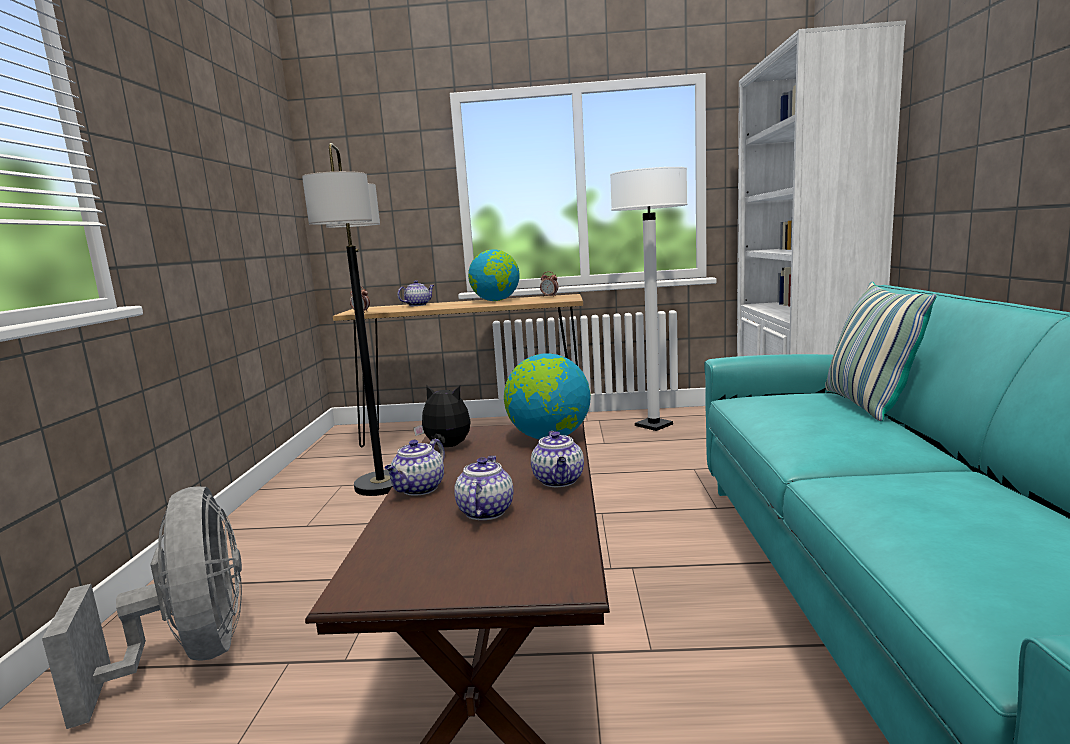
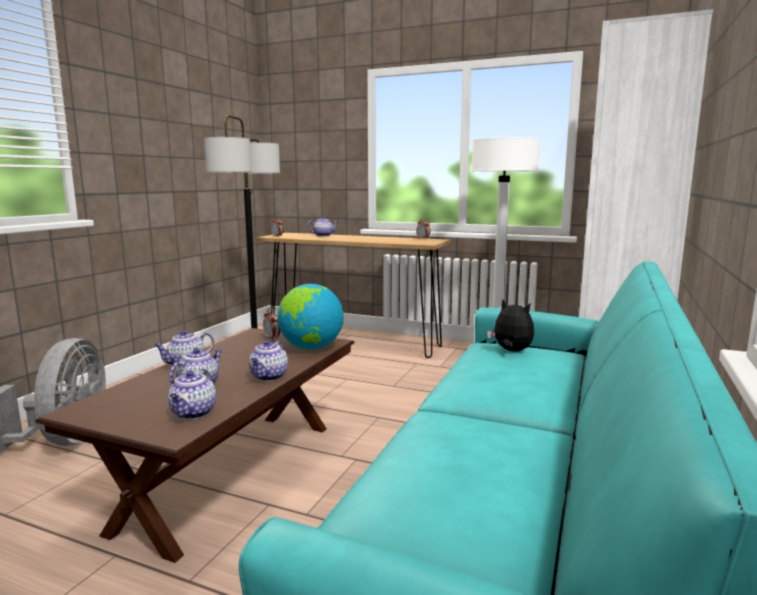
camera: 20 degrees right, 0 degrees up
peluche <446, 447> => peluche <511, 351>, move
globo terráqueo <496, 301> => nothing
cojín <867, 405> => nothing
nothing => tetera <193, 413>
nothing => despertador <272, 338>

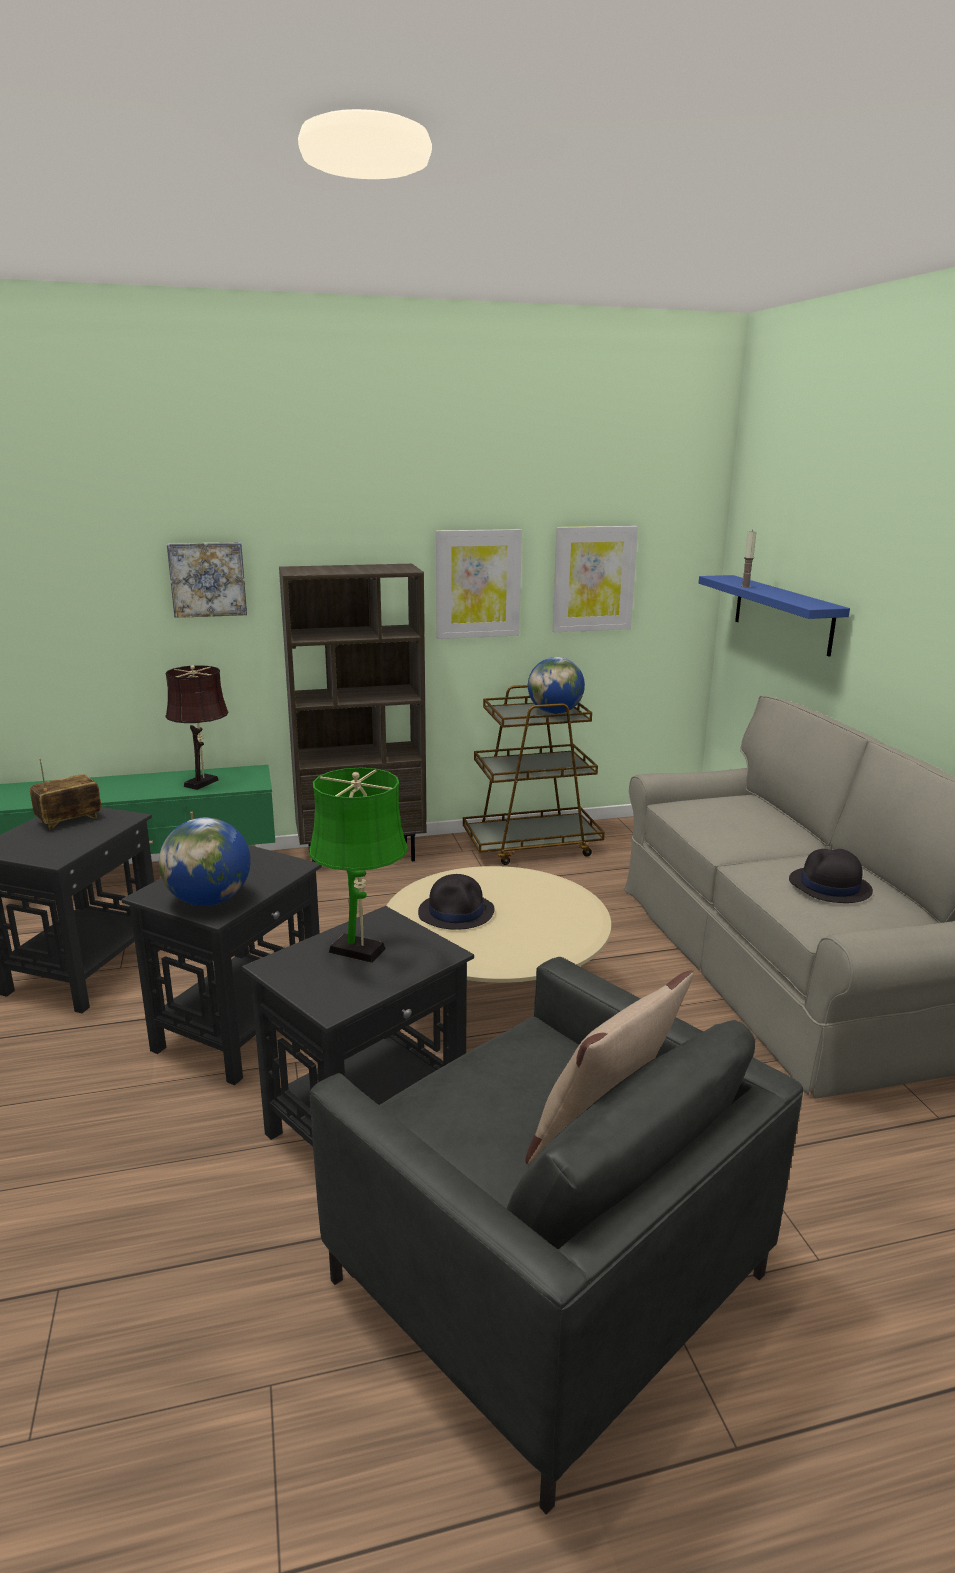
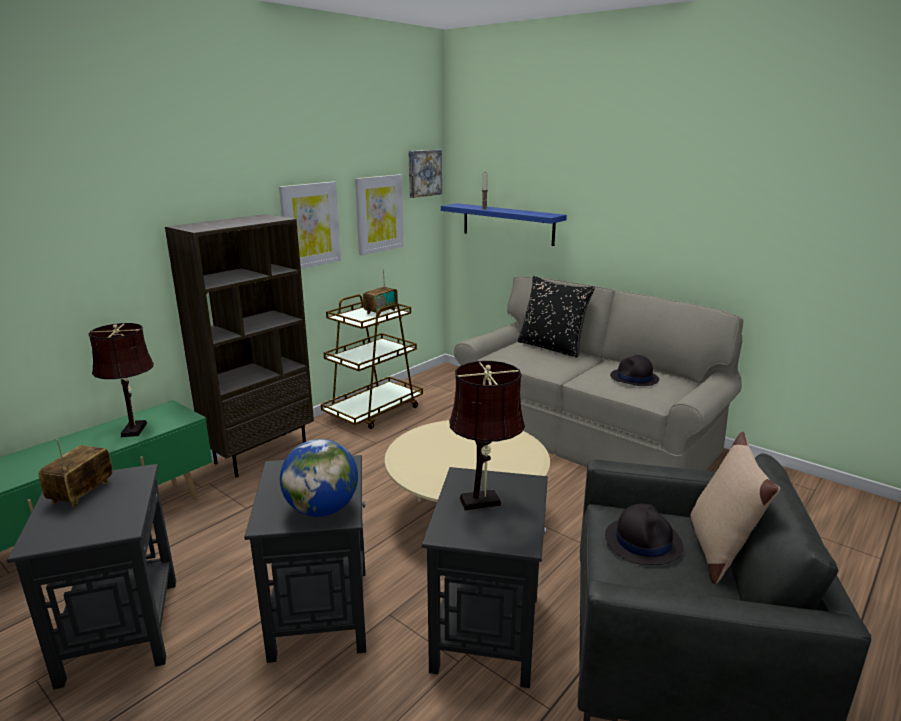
camera: 35 degrees left, 0 degrees up
cuadro <207, 579> => cuadro <423, 173>, move
lámpara de mesa/verde <362, 952> => lámpara de mesa/marrón <484, 501>
sombrero/negro <457, 912> => sombrero/negro <643, 541>, move
globo terráqueo <554, 712> => radio <380, 312>
nothing => cojín/negro <552, 347>

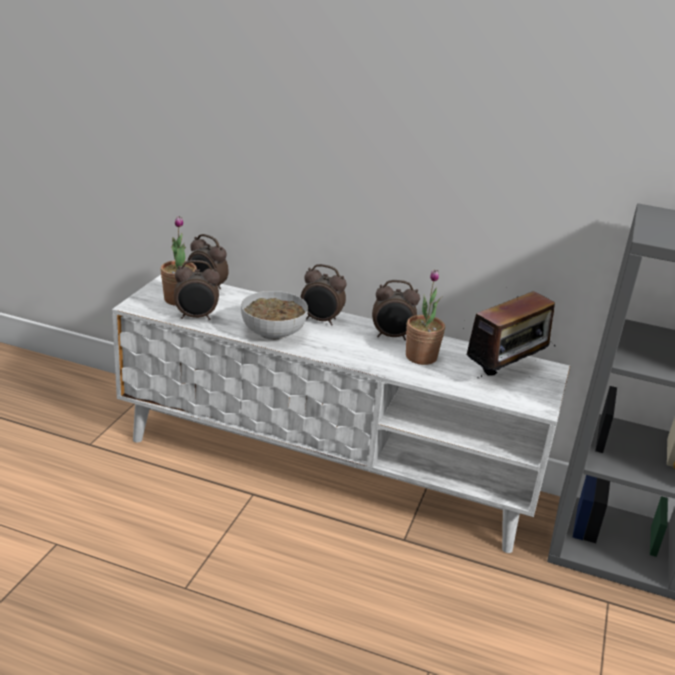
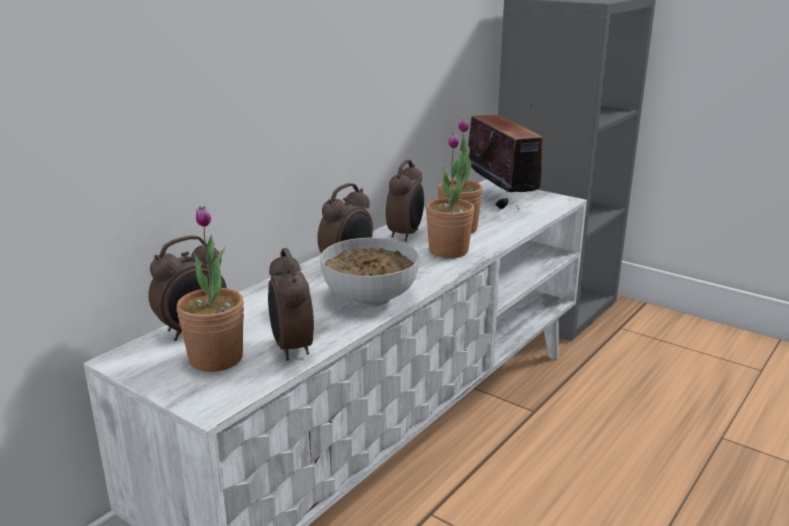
camera: 70 degrees left, 5 degrees down
despertador <196, 317> => despertador <291, 348>, 150 degrees clockwise
nothing => planta en maceta <448, 251>

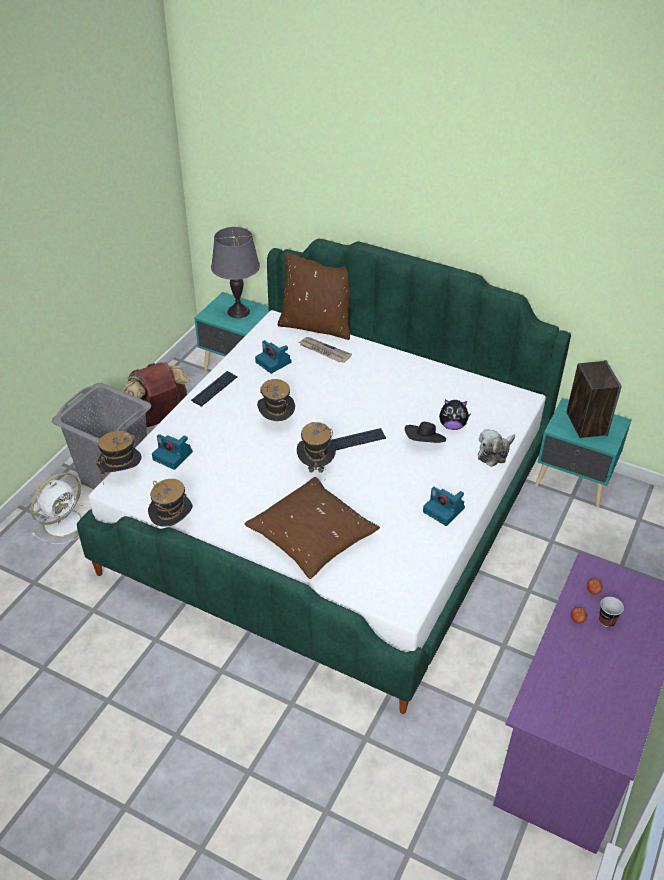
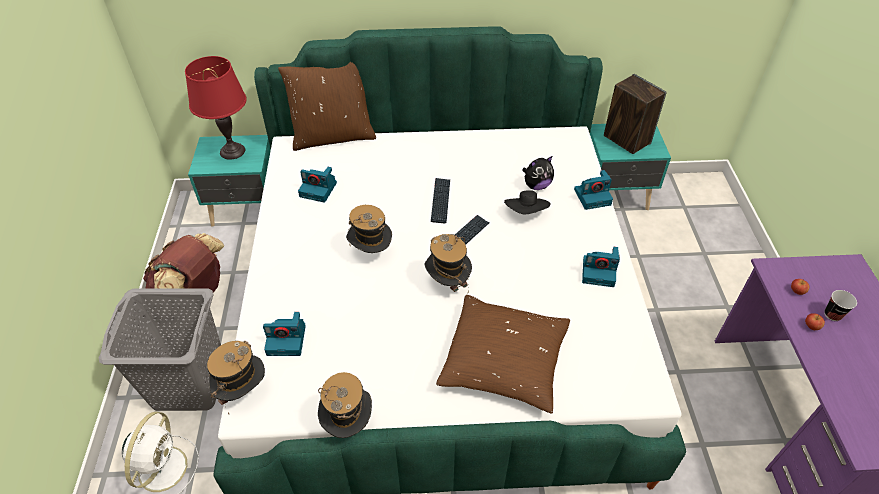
camera: 30 degrees left, 5 degrees up
teclado <215, 389> => teclado <440, 201>, move
lámpara de mesa/gris <238, 311> => lámpara de mesa/rojo <232, 151>
periódico <324, 351> => nothing
peluche <494, 453> => cámara <593, 196>

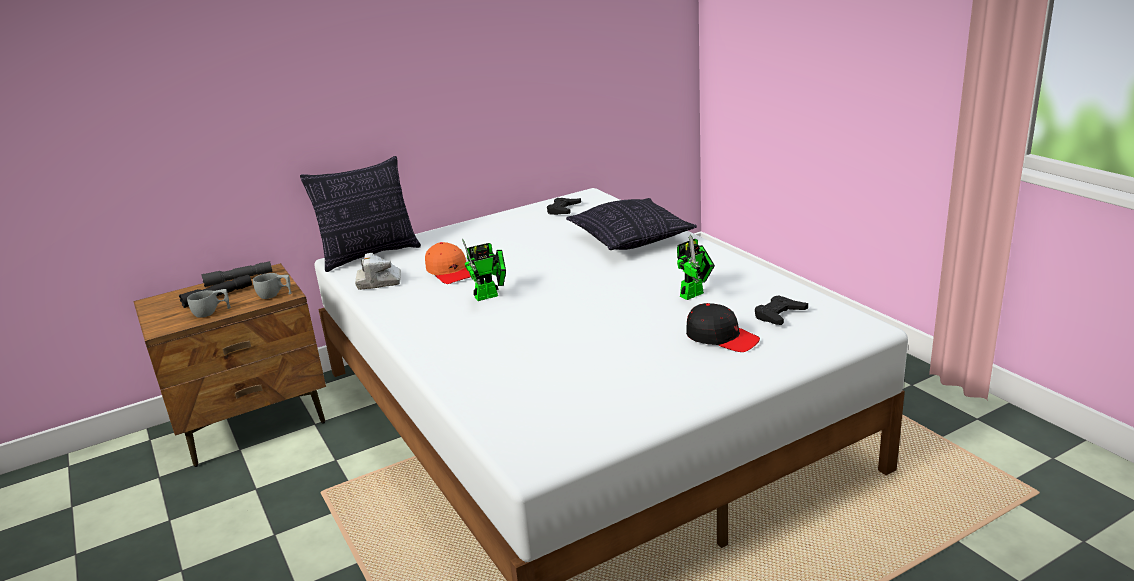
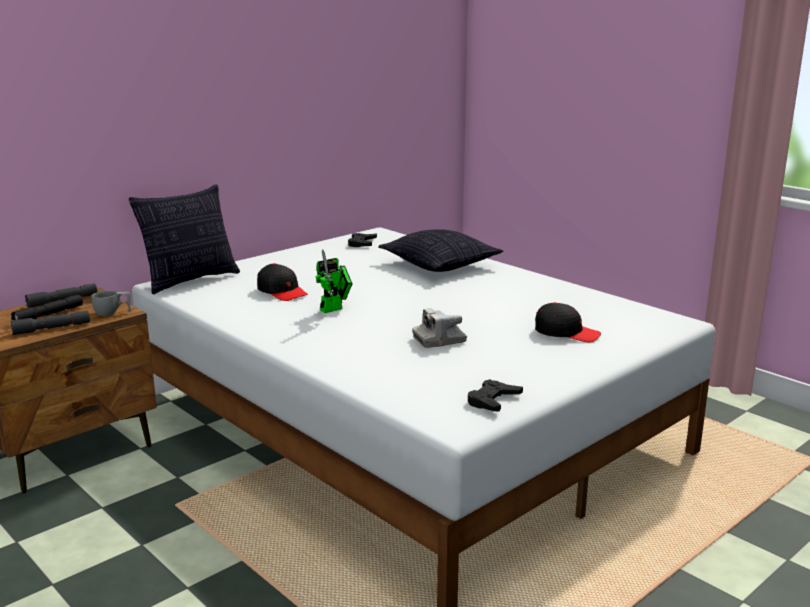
camera: 15 degrees left, 5 degrees down
taza/gris <211, 313> => linterna/gris <52, 328>
cámara <379, 282> => cámara <439, 340>, move
gorra/naranja <450, 272> => gorra/negro <282, 292>
robot de juguete <694, 293> => nothing
mando de consola/negro <779, 315> => mando de consola/negro <493, 401>, move

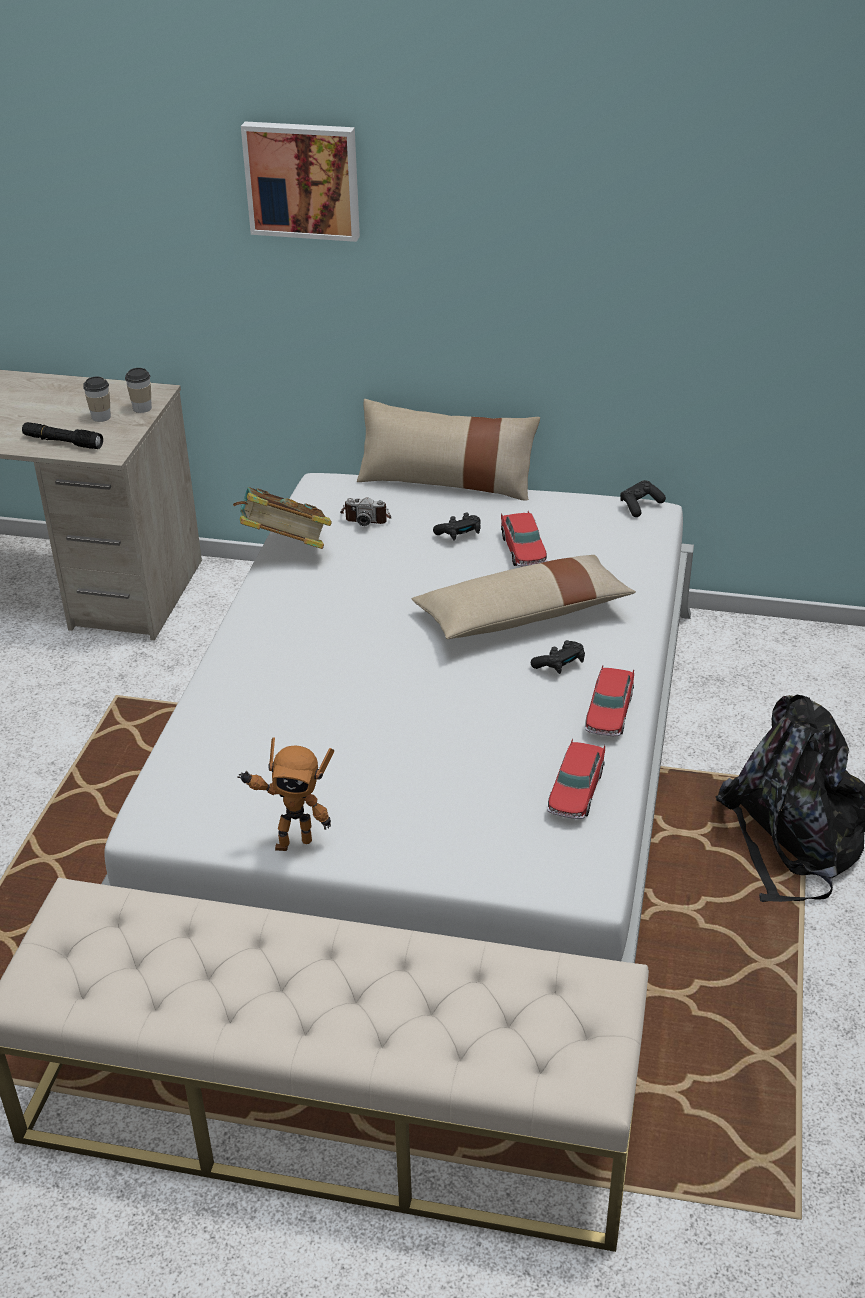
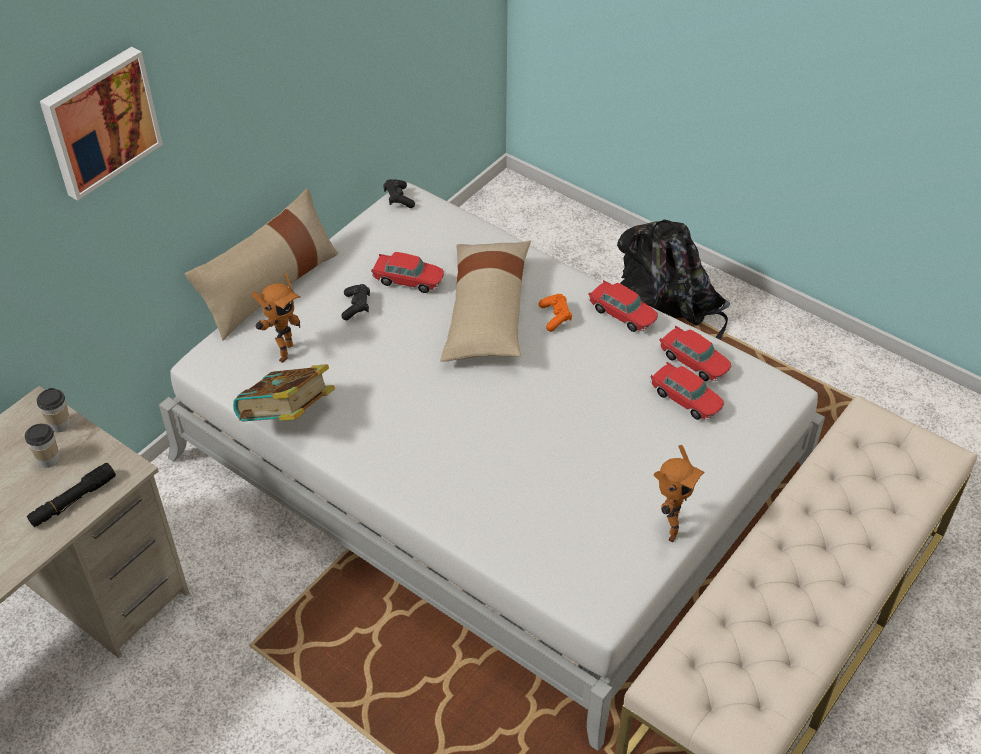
camera: 65 degrees left, 10 degrees up
cámara <366, 517> => robot de juguete <282, 352>
mando de consola/negro <560, 664> => mando de consola/naranja <555, 317>
nothing => coche de juguete <686, 399>

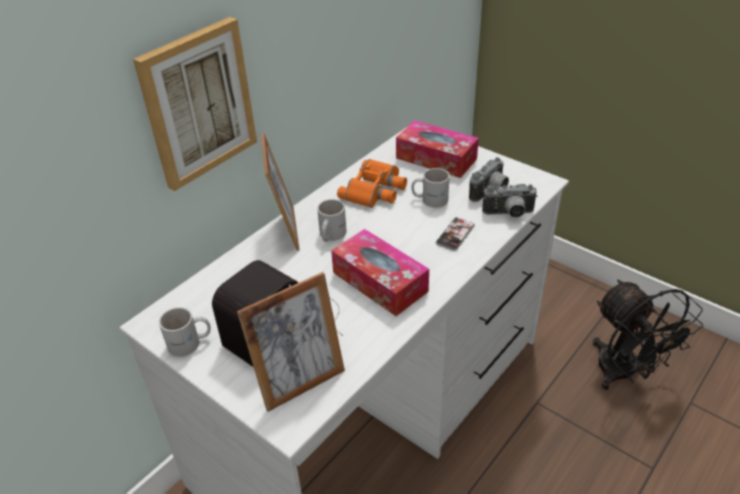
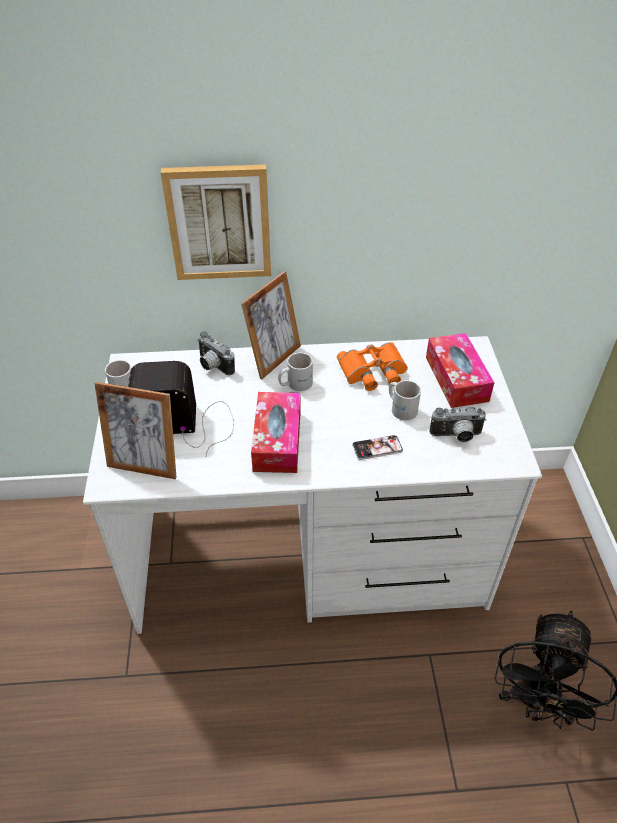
camera: 45 degrees right, 5 degrees up
cámara <509, 214> => cámara <213, 366>, move

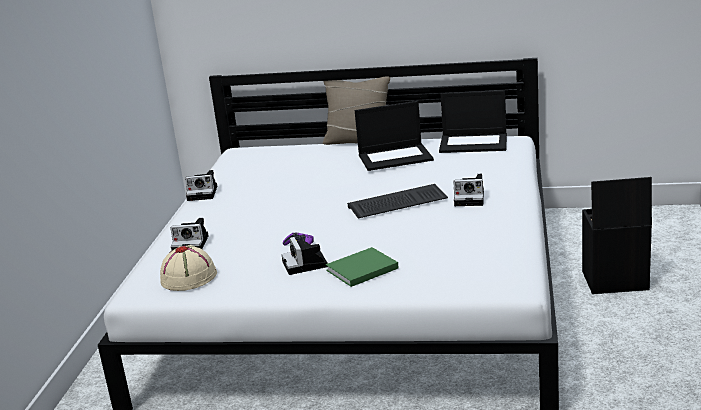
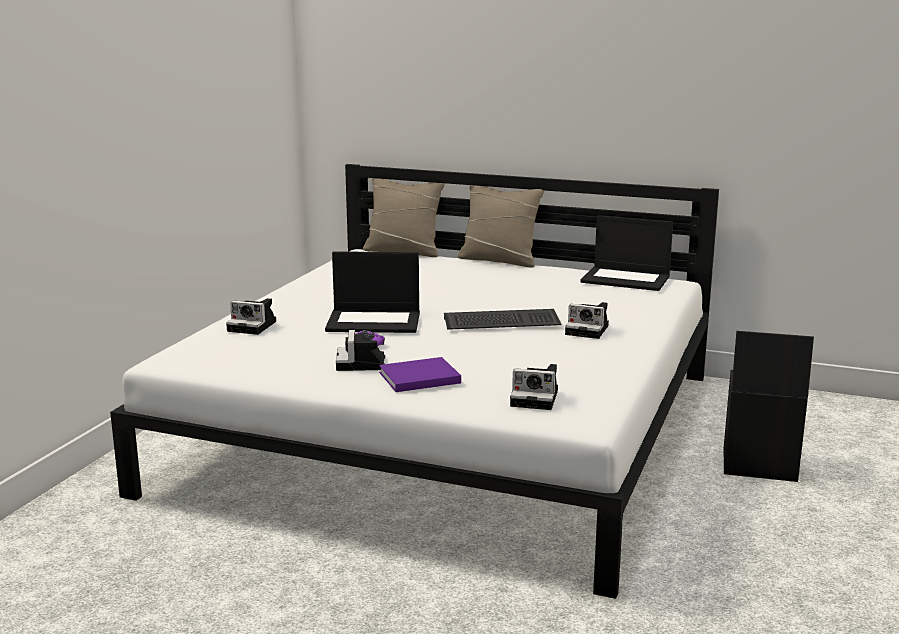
camera: 10 degrees right, 5 degrees down
sombrero/beis <189, 277> => nothing
cámara <204, 193> => cámara <537, 398>, move
libro/verde <360, 270> => libro/morado <417, 378>
portátil <396, 157> => portátil <375, 321>, move
nothing => cojín/beis <403, 251>

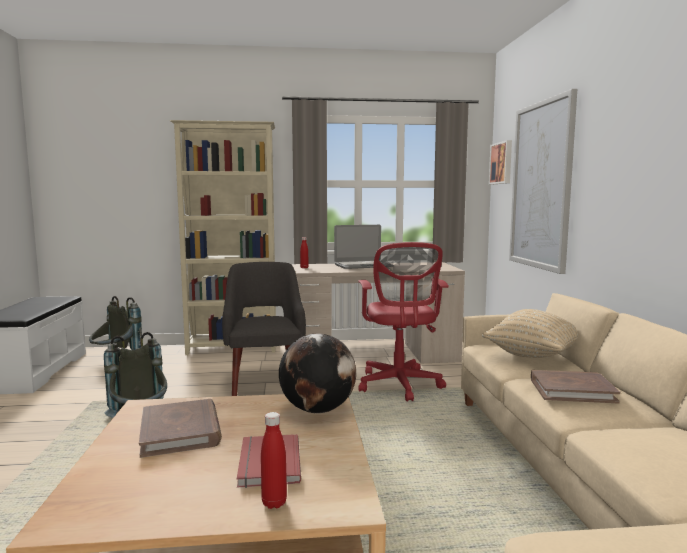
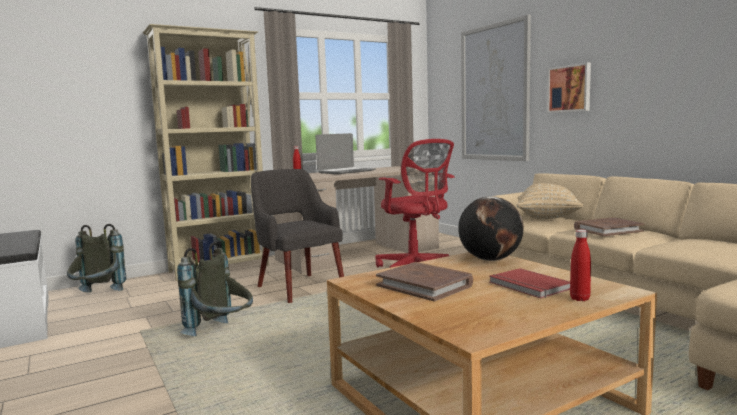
camera: 25 degrees left, 0 degrees up
cuadro <502, 163> => cuadro <570, 88>, move

